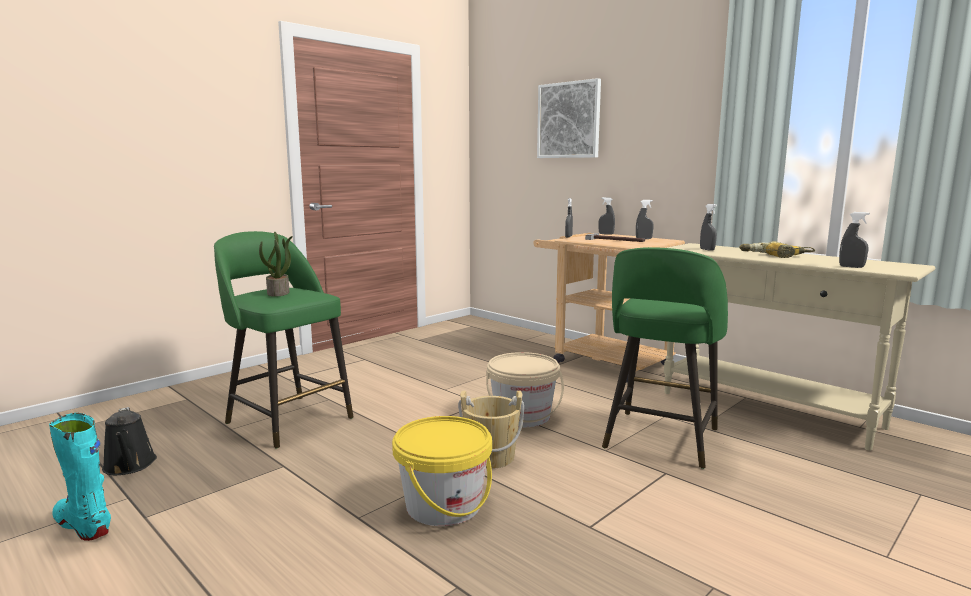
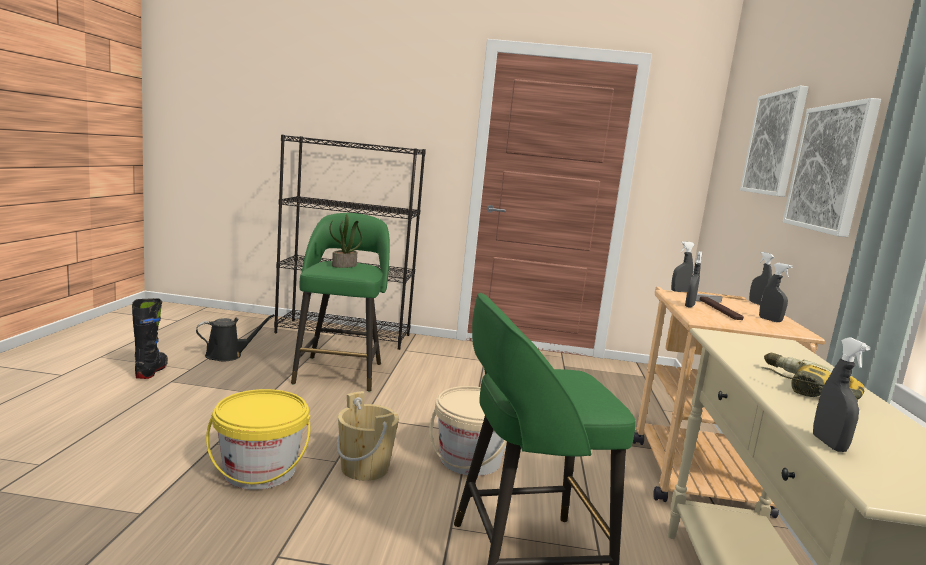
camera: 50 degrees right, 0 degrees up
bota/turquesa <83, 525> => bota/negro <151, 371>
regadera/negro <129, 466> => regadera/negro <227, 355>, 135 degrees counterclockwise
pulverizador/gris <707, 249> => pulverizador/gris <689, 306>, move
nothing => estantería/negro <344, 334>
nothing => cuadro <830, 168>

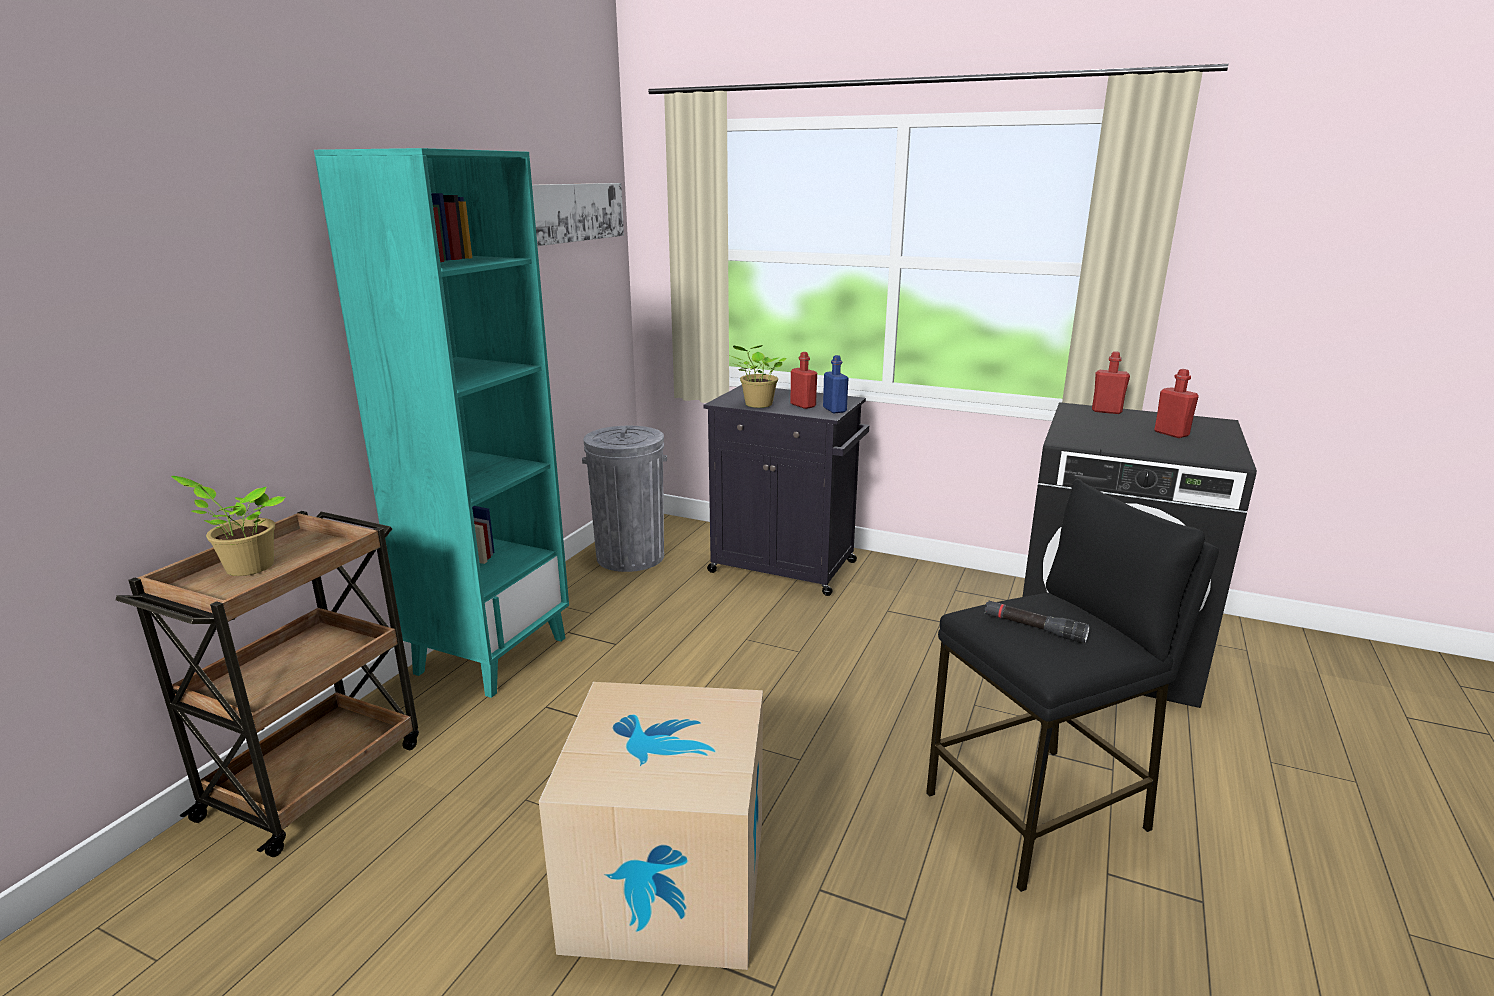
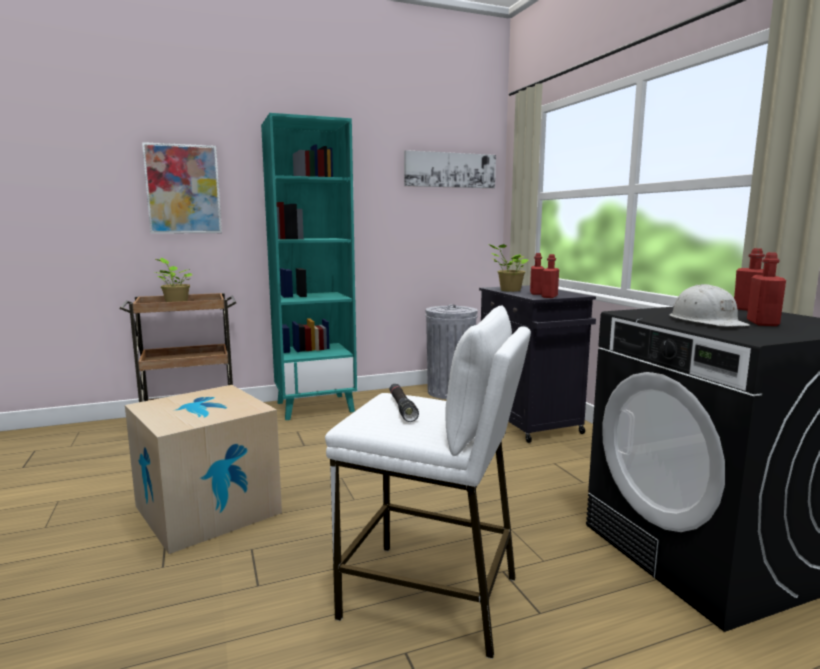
camera: 45 degrees right, 10 degrees down
botella/azul <834, 410> => botella/rojo <549, 297>
taburete/negro <1039, 812> => taburete/blanco <431, 597>
nothing => cuadro <183, 189>
nothing => casco/blanco <706, 321>

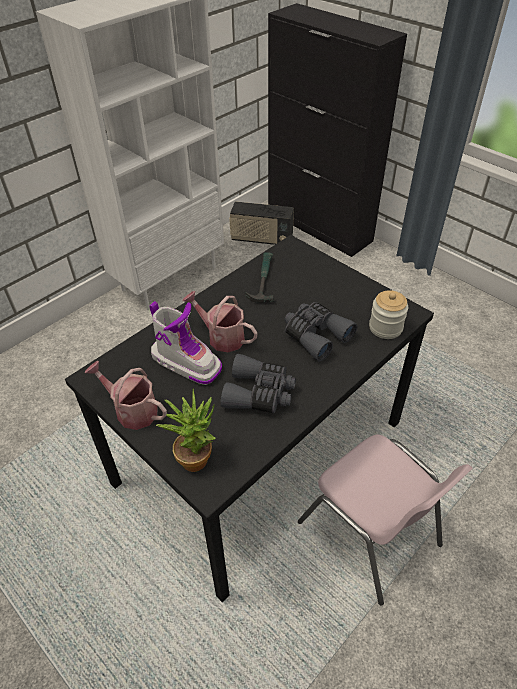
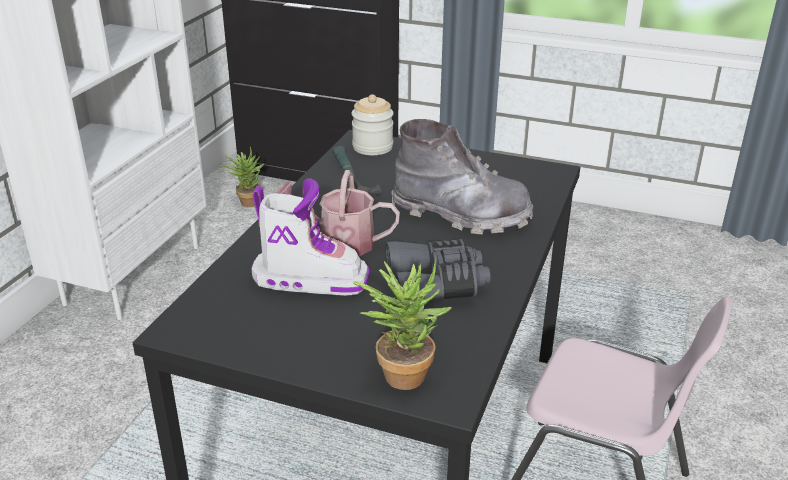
camera: 25 degrees left, 15 degrees down
regadera <132, 410> => nothing
radio <261, 239> => planta en maceta <247, 201>
prismáticos/gris <315, 335> => bota/gris <460, 214>
tarro <385, 328> => tarro <372, 147>, move

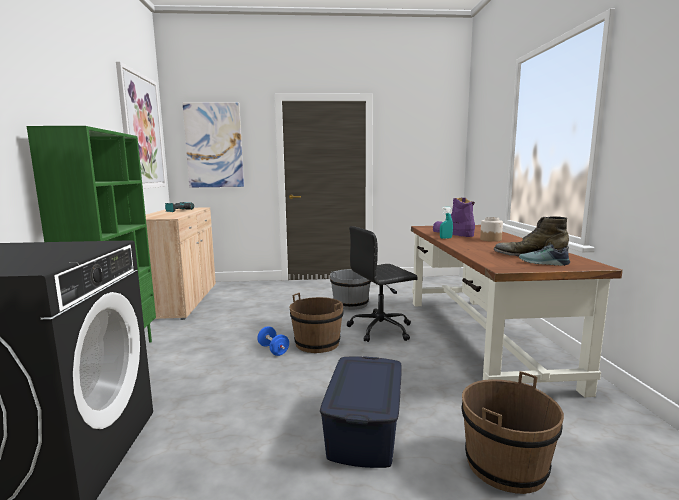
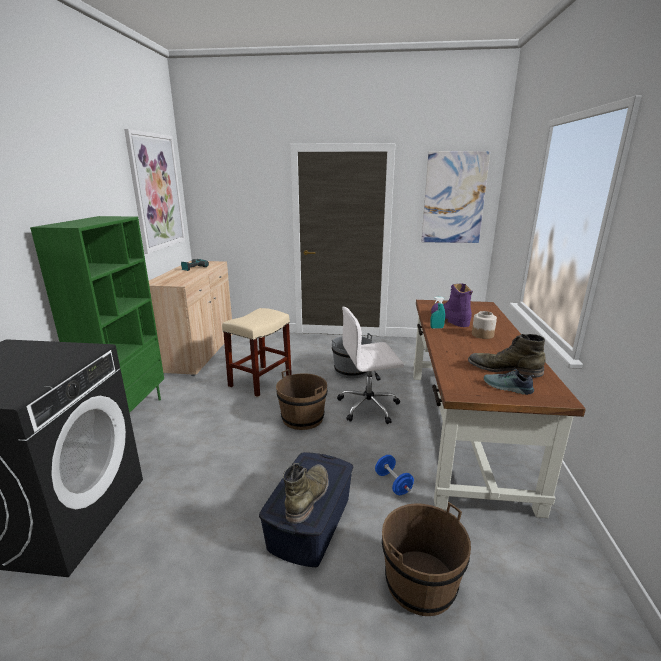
camera: 10 degrees right, 10 degrees up
cuadro <214, 145> => cuadro <454, 198>, move
mancuerna/azul <273, 350> => mancuerna/azul <393, 483>, move
silla de oficina/negro <381, 329> => silla de oficina/blanco <369, 406>
nothing => taburete/beis <260, 381>
nothing => bota/verde <308, 496>

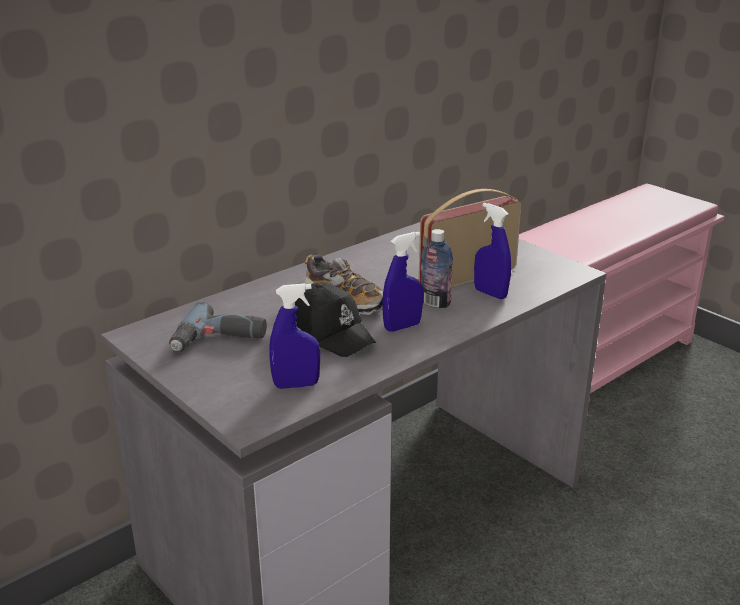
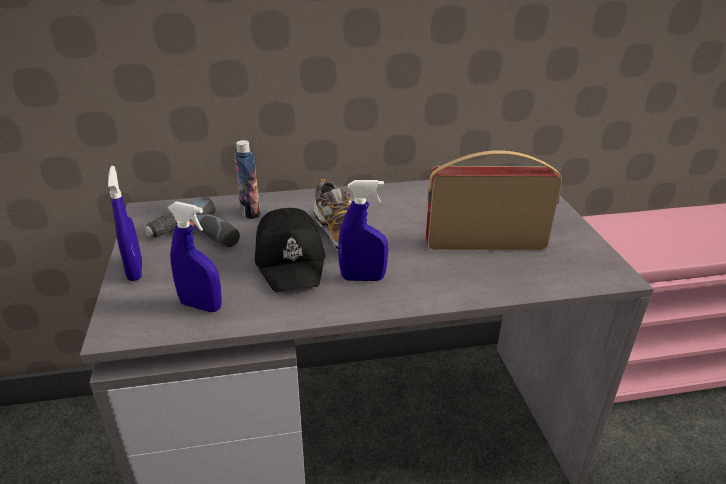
camera: 30 degrees right, 5 degrees up
botella <435, 303> => botella <250, 212>, move
pulverizador/azul <490, 294> => pulverizador/azul <135, 270>, move

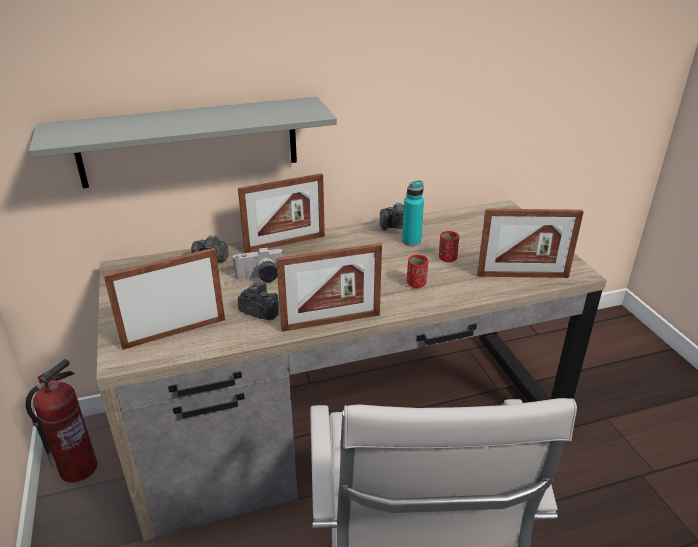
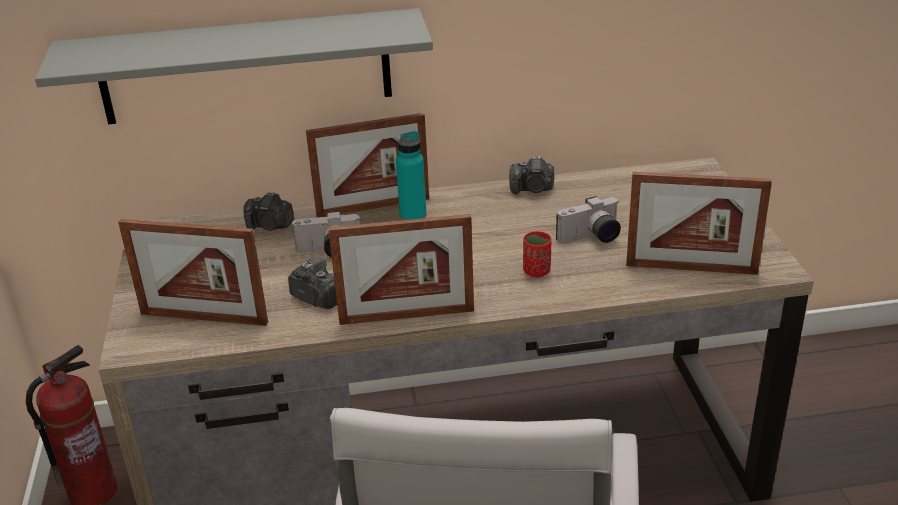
camera: 10 degrees right, 0 degrees up
portarretratos <174, 333> => portarretratos <204, 318>, 150 degrees counterclockwise
botella/turquesa <411, 241> => botella/turquesa <413, 216>, move
taza/rojo <447, 258> => cámara <591, 238>

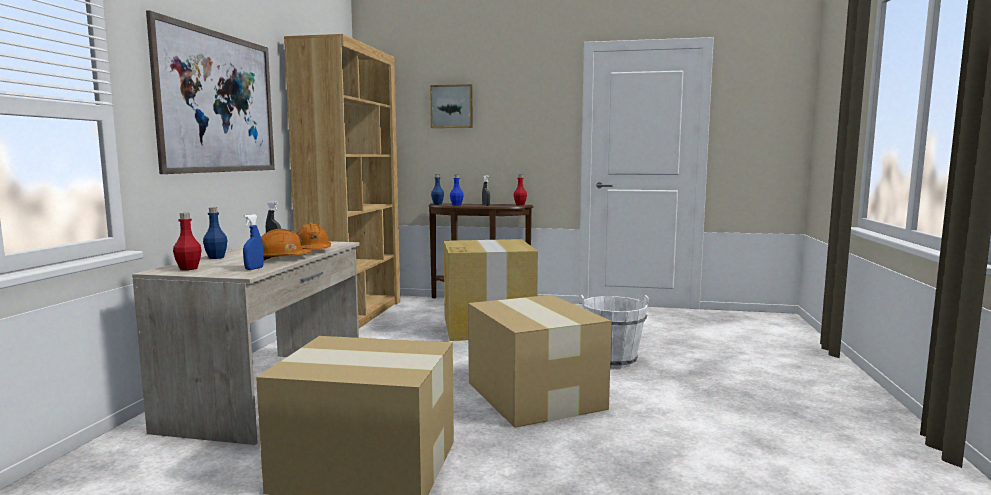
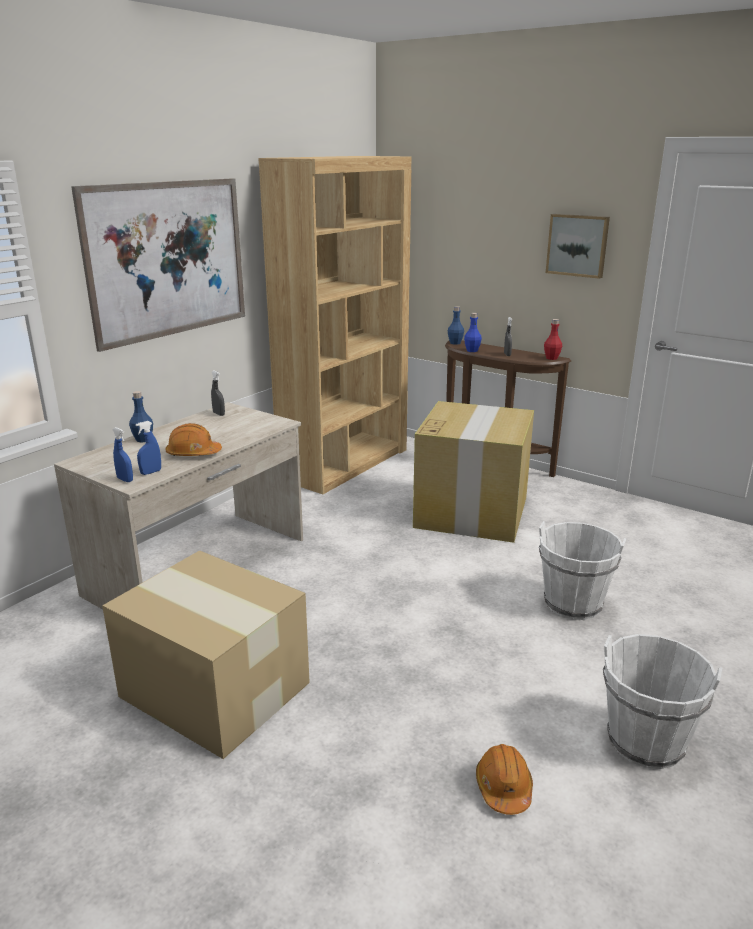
camera: 25 degrees right, 15 degrees up
botella/rojo <188, 268> => nothing
casco/naranja <312, 250> => casco/naranja <503, 787>, move
cuadro <452, 106> => cuadro <577, 245>, move
caja de cartón <534, 394> => nothing
nothing => pulverizador/azul <125, 480>
nothing => cubo/blanco <645, 742>

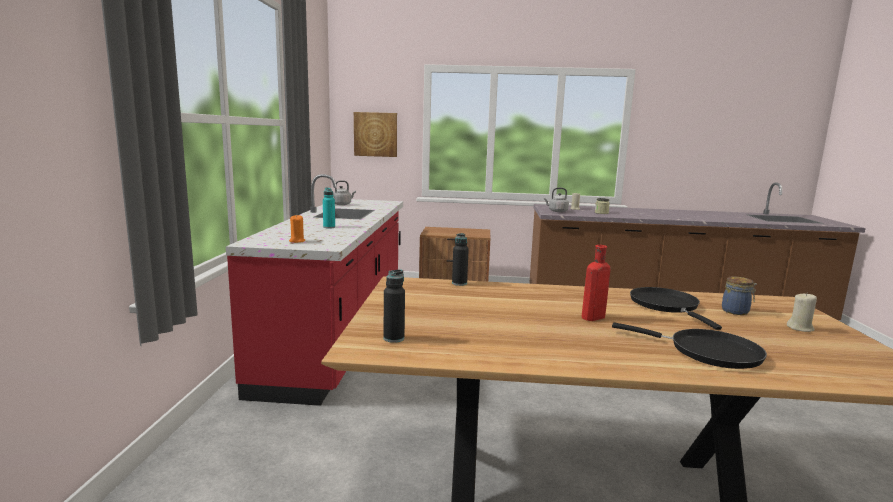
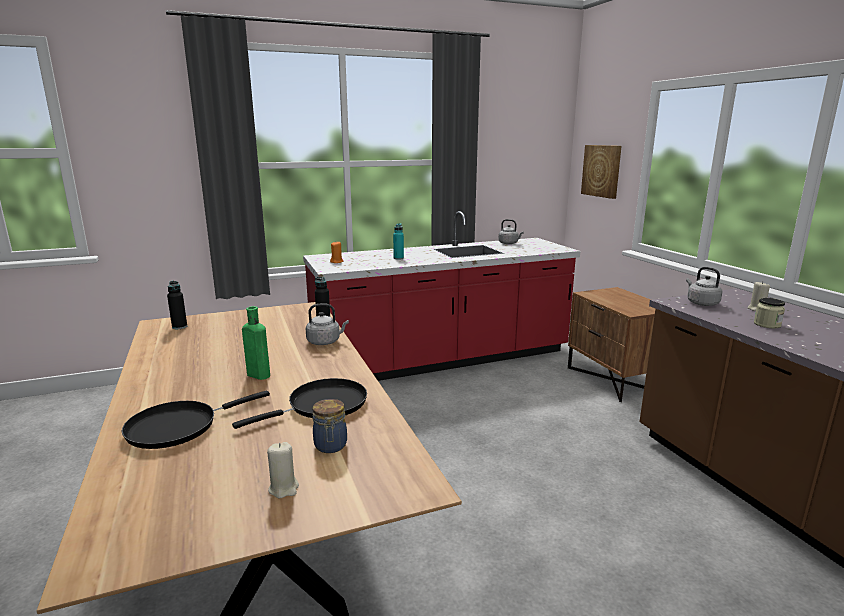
camera: 65 degrees right, 5 degrees up
botella/rojo <592, 317> => botella/verde <257, 375>
sartén/negro <708, 352> => sartén/negro <178, 427>, 45 degrees clockwise
nothing => hervidor/gris <325, 342>

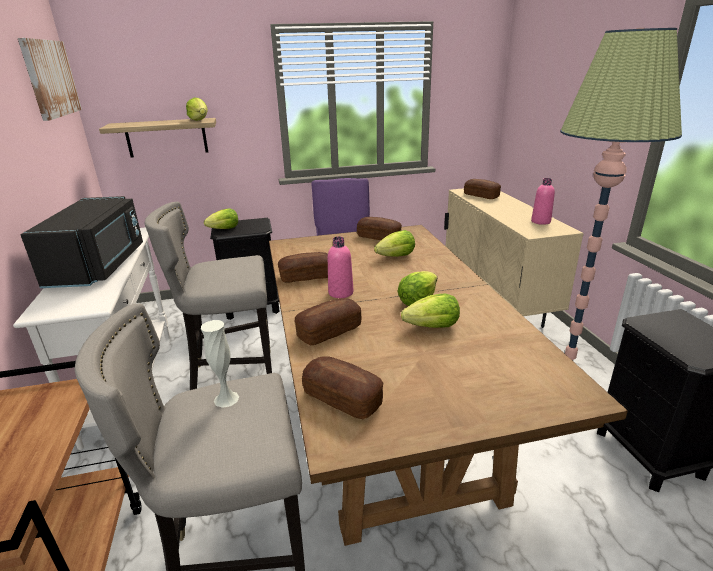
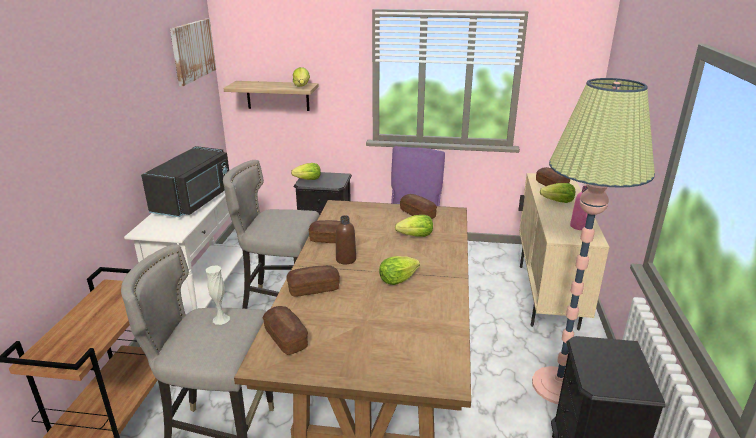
camera: 20 degrees right, 0 degrees up
botella/rosa <341, 293> => botella/marrón <346, 259>
lechuga <433, 327> => lechuga <558, 202>, move

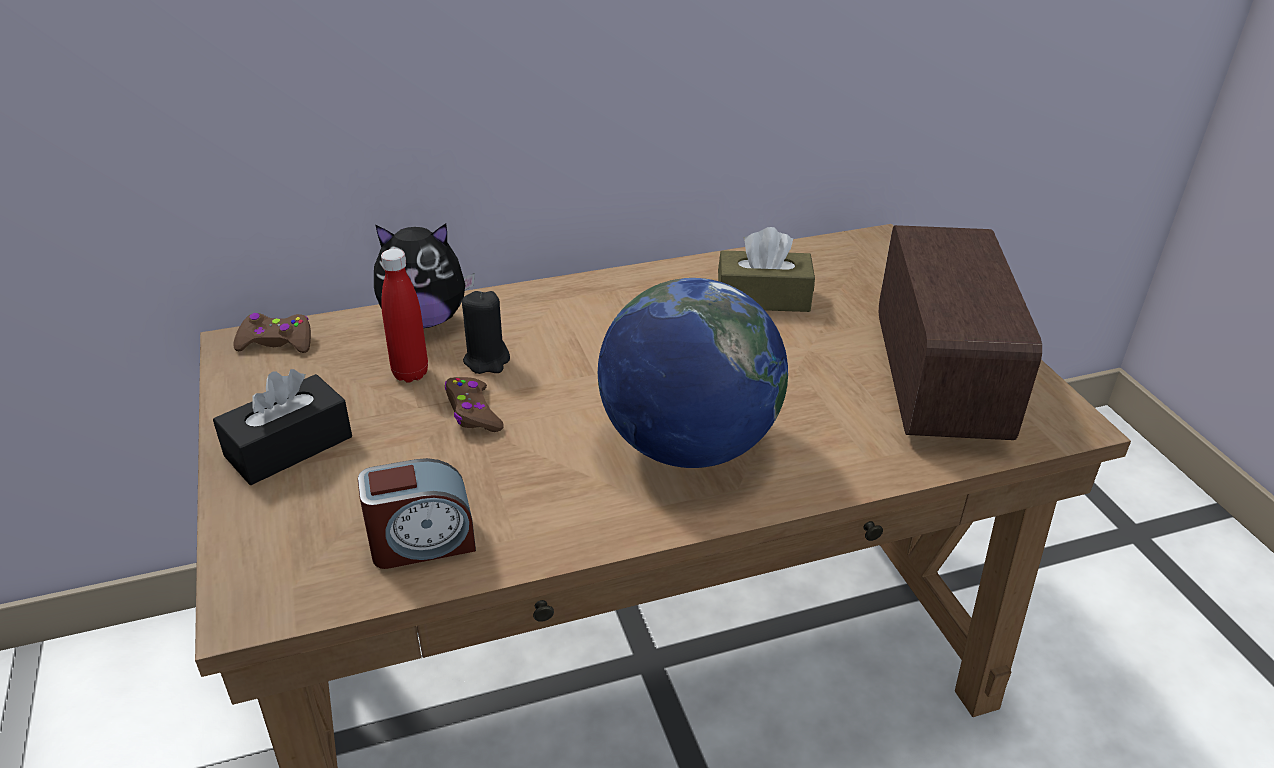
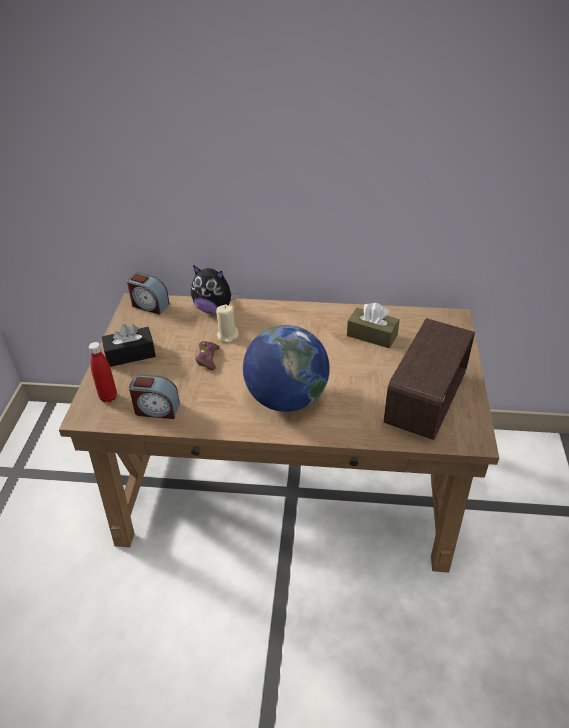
camera: 25 degrees right, 5 degrees up
mando de consola/marrón <276, 342> => despertador <149, 305>
botella/rojo <410, 373> => botella/rojo <108, 397>, move
vela/negro <487, 360> => vela/beis <227, 335>

